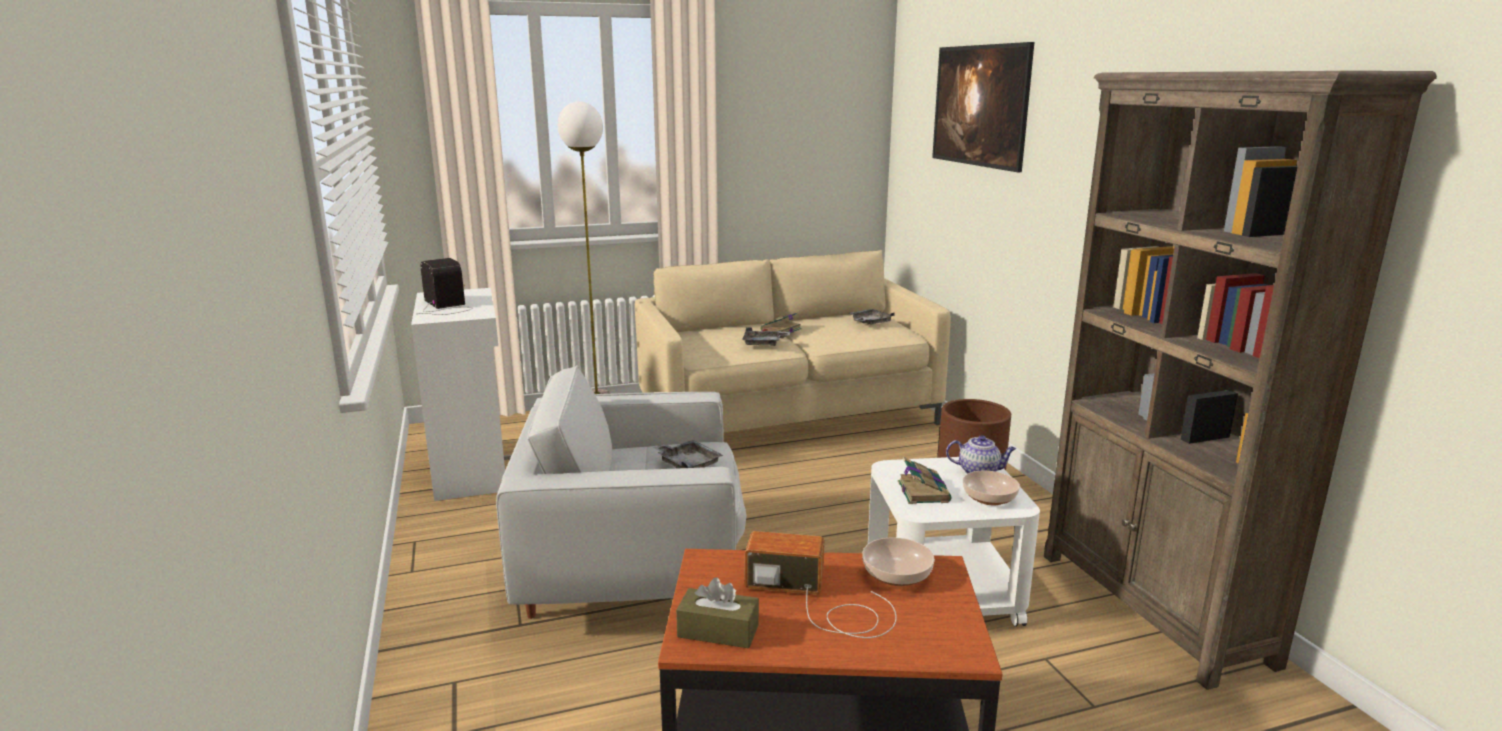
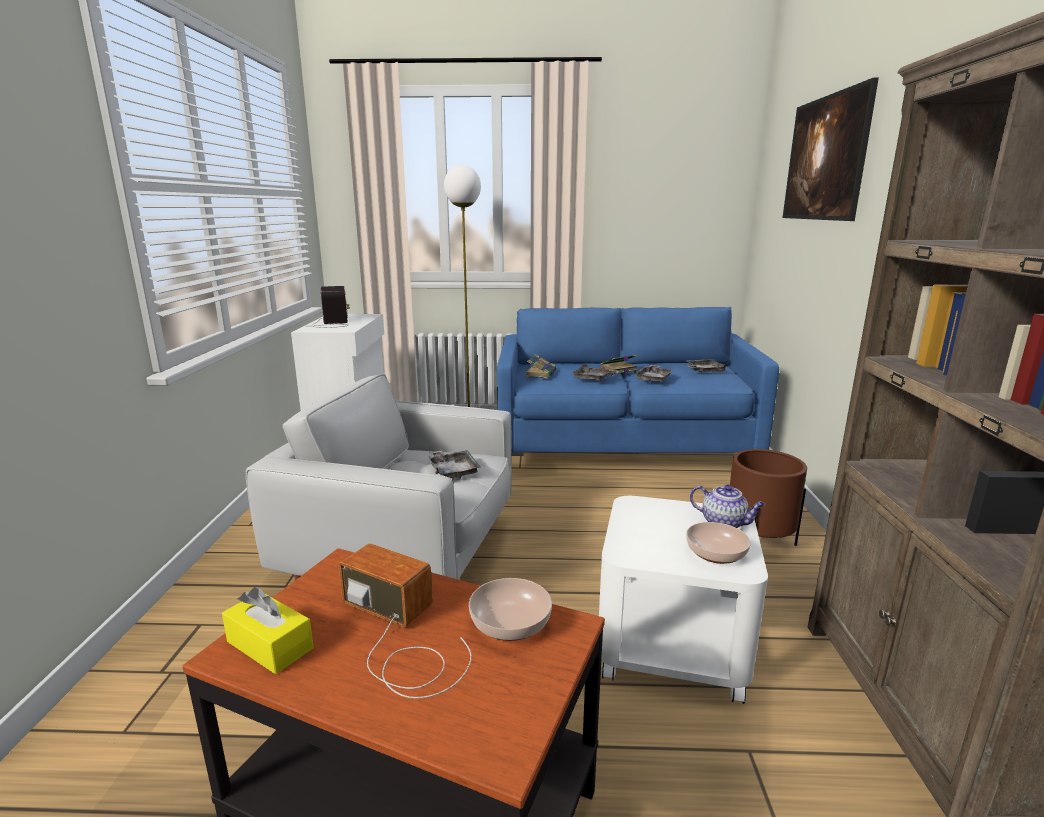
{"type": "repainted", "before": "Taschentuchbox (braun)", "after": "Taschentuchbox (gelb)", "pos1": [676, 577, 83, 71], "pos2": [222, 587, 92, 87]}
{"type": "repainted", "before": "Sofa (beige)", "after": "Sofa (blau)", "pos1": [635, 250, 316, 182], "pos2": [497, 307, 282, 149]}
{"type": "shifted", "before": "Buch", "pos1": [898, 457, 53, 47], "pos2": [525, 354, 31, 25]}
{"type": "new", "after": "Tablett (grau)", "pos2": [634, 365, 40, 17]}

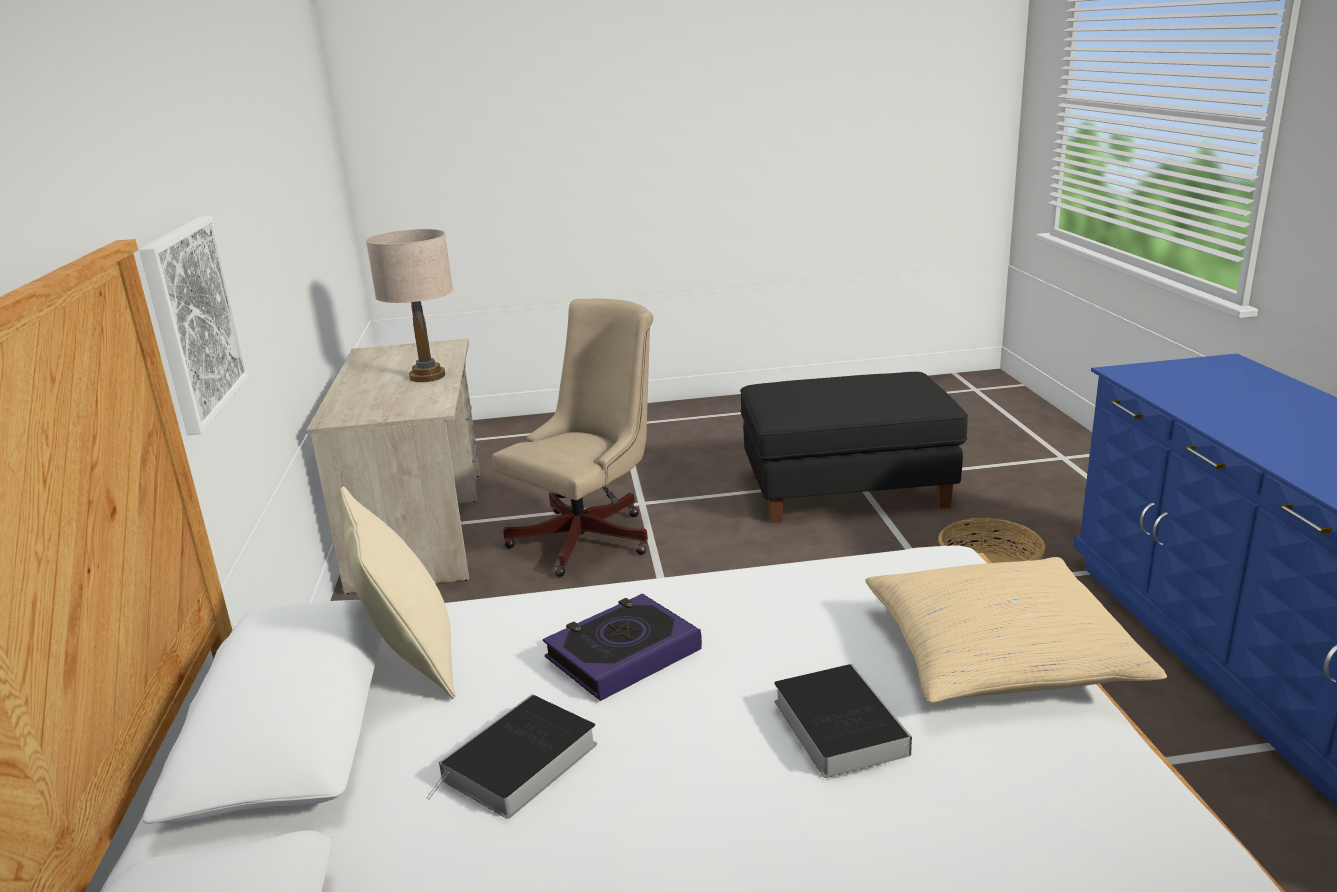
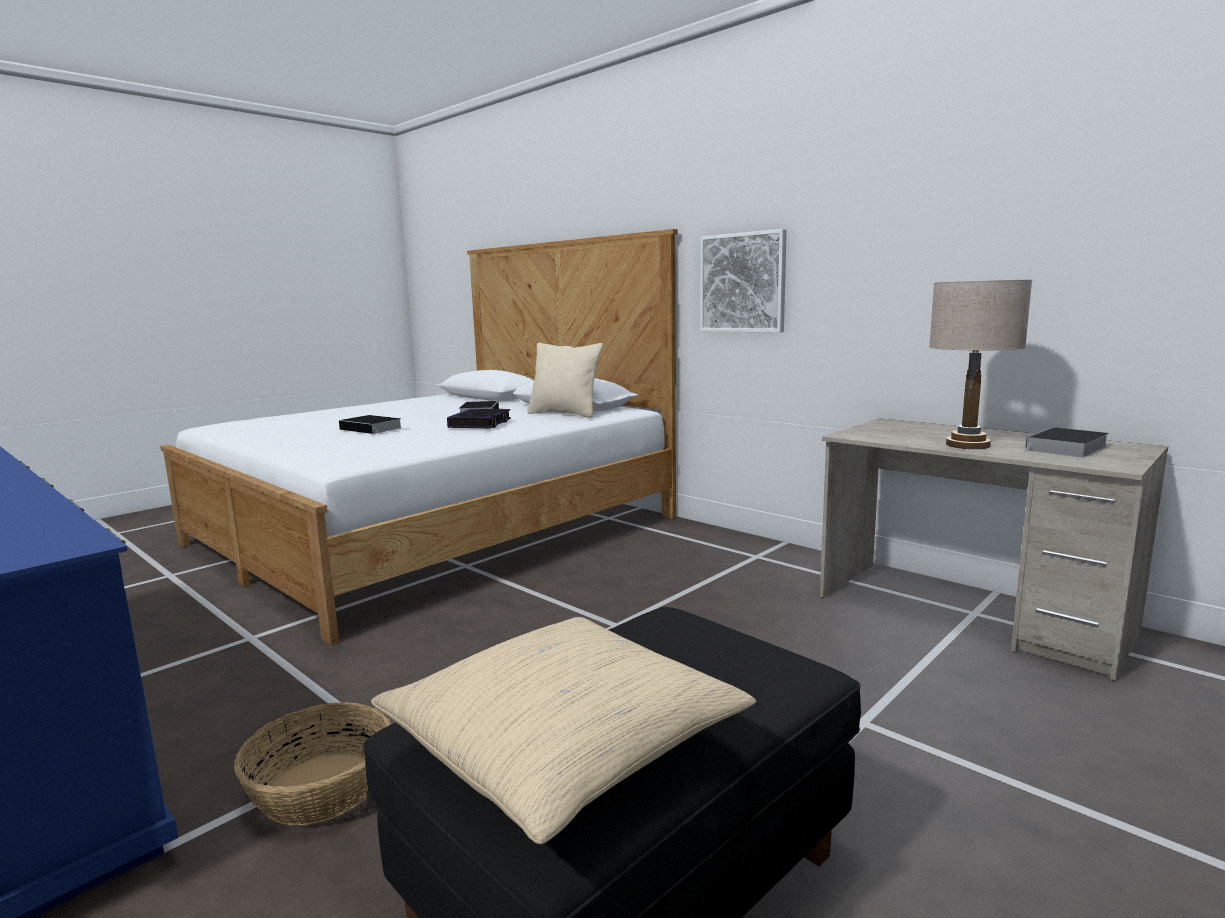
{"type": "shifted", "before": "Kissen (beige)", "pos1": [865, 557, 302, 146], "pos2": [371, 617, 386, 227]}
{"type": "new", "after": "Buch", "pos2": [1024, 427, 85, 31]}
{"type": "gone", "before": "Bürostuhl (beige)", "pos1": [492, 299, 161, 278]}

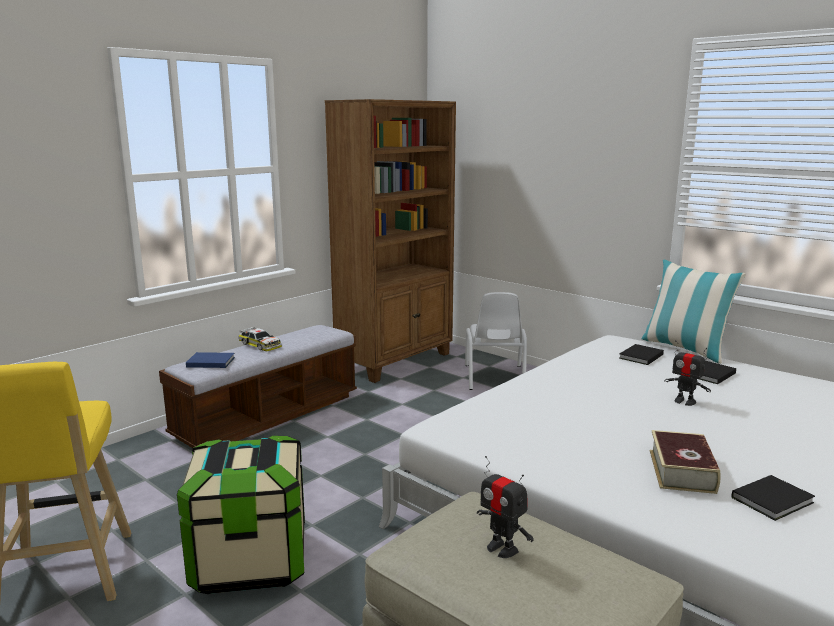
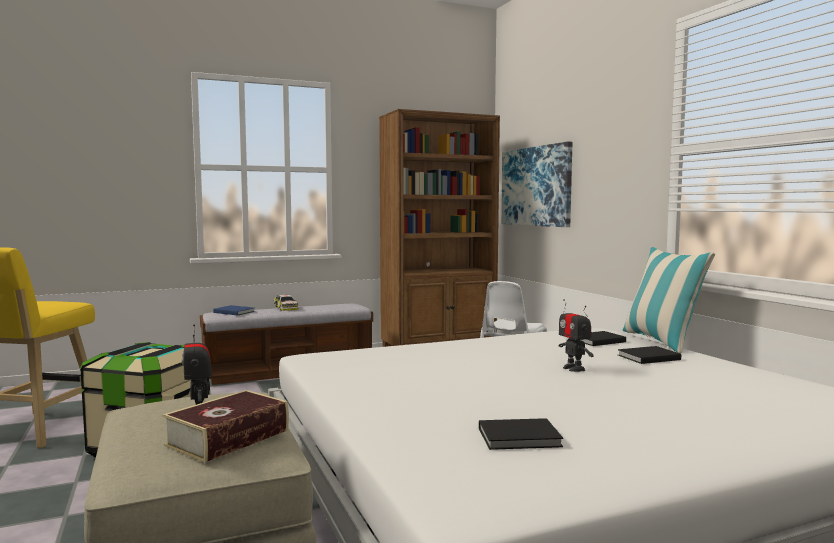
{"type": "shifted", "before": "Buch", "pos1": [650, 430, 71, 64], "pos2": [163, 390, 126, 73]}
{"type": "new", "after": "Bild", "pos2": [501, 142, 71, 85]}

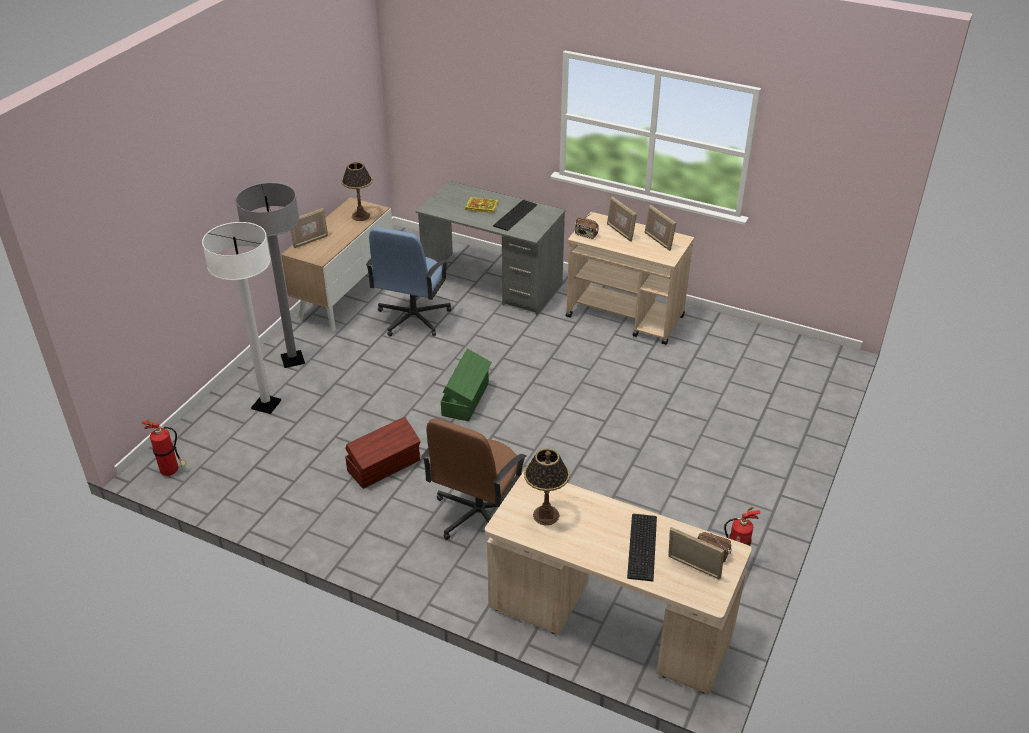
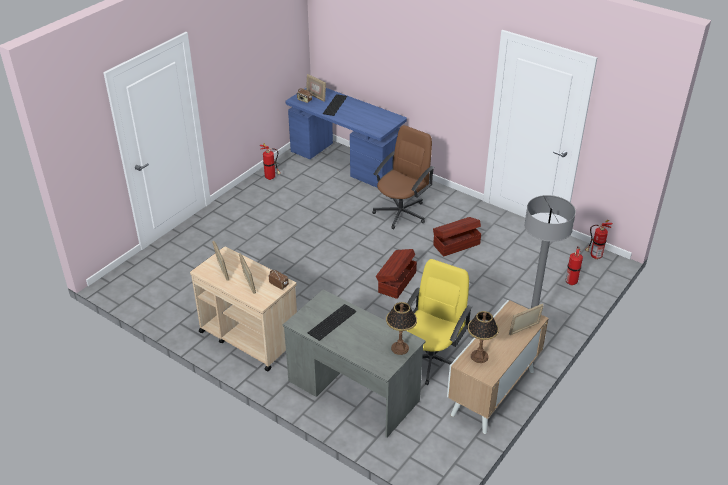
{"type": "repainted", "before": "Schreibtisch (beige)", "after": "Schreibtisch (blau)", "pos1": [485, 471, 267, 224], "pos2": [286, 88, 121, 100]}
{"type": "repainted", "before": "Aufbewahrungsbox (grün)", "after": "Aufbewahrungsbox (braun)", "pos1": [441, 349, 51, 72], "pos2": [376, 249, 41, 50]}
{"type": "shifted", "before": "Tischlampe", "pos1": [524, 448, 46, 77], "pos2": [386, 302, 31, 53]}
{"type": "repainted", "before": "Bürostuhl (blau)", "after": "Bürostuhl (gelb)", "pos1": [366, 227, 85, 109], "pos2": [403, 259, 69, 126]}
{"type": "new", "after": "Feuerlöscher", "pos2": [566, 246, 17, 39]}
{"type": "gone", "before": "Stehlampe (weiß)", "pos1": [202, 222, 79, 192]}
{"type": "gone", "before": "Buch", "pos1": [465, 197, 33, 16]}

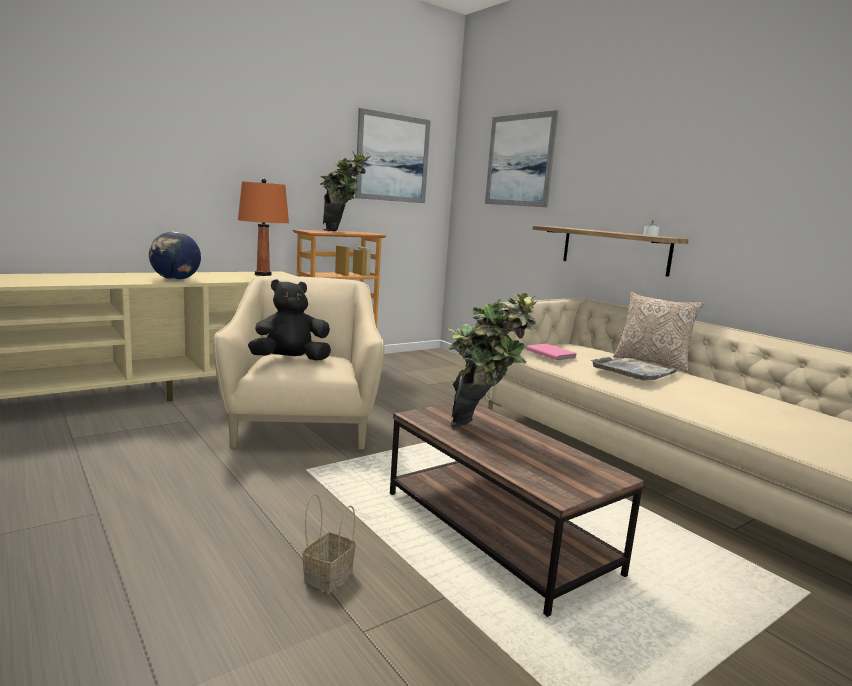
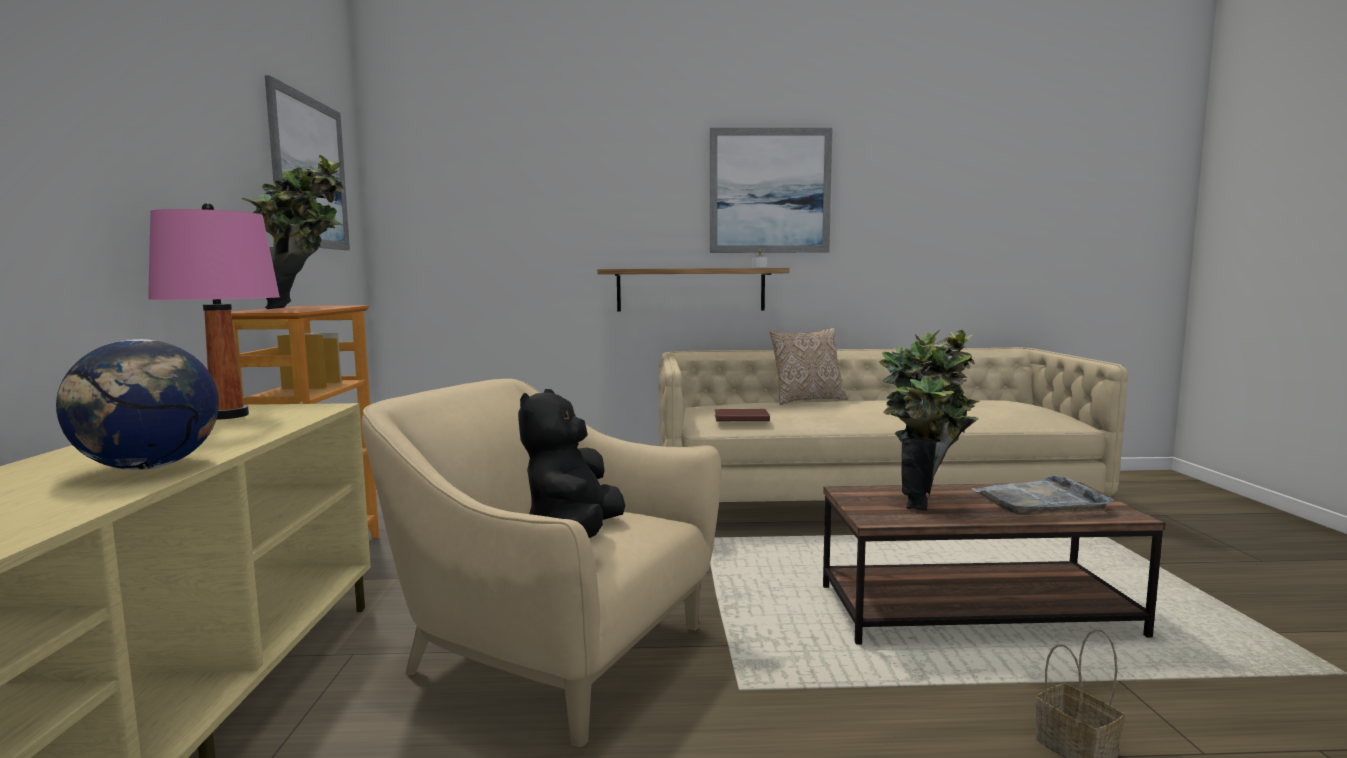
{"type": "repainted", "before": "Tischlampe (orange)", "after": "Tischlampe (rosa)", "pos1": [238, 179, 51, 97], "pos2": [148, 203, 132, 217]}
{"type": "shifted", "before": "Bild", "pos1": [485, 110, 73, 97], "pos2": [710, 128, 122, 125]}
{"type": "repainted", "before": "Buch (rosa)", "after": "Buch (braun)", "pos1": [527, 344, 50, 17], "pos2": [715, 409, 55, 12]}
{"type": "shifted", "before": "Tablett (grau)", "pos1": [591, 357, 88, 24], "pos2": [971, 475, 142, 40]}

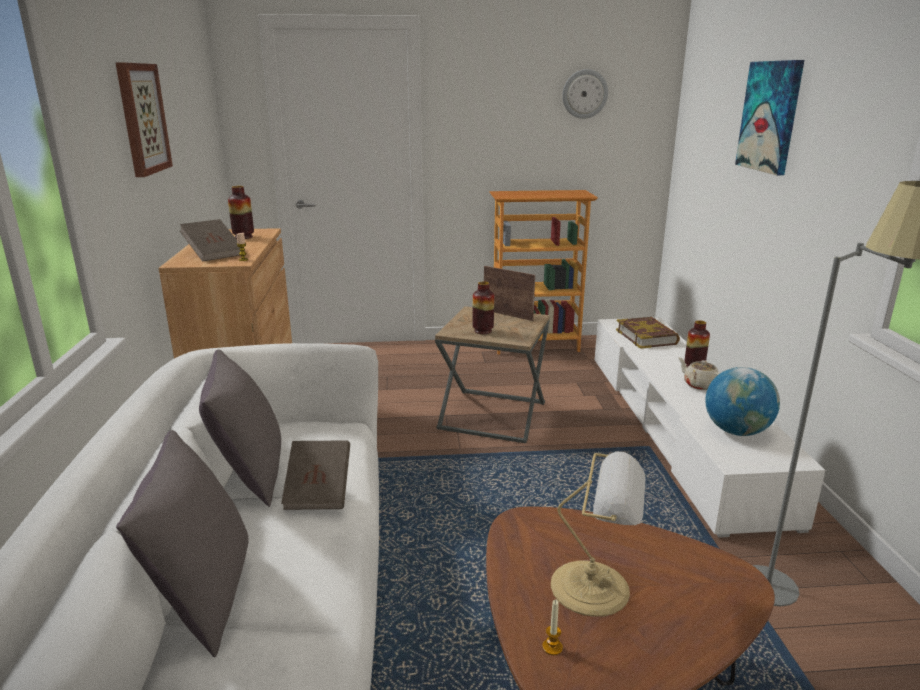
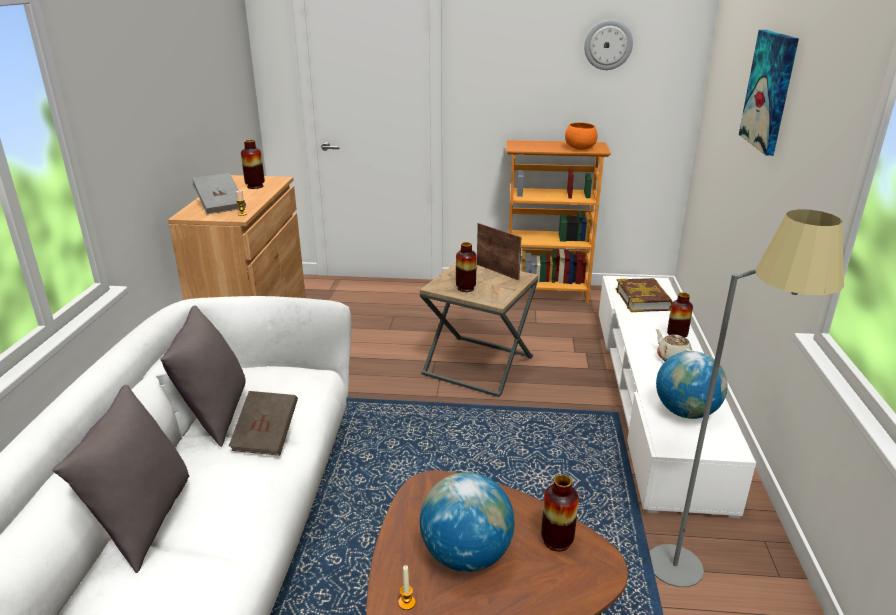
{"type": "repainted", "before": "Buch (braun)", "after": "Buch (grau)", "pos1": [180, 219, 65, 43], "pos2": [192, 173, 54, 41]}
{"type": "swapped", "before": "Tischlampe", "after": "Globus", "pos1": [551, 451, 95, 166], "pos2": [420, 472, 95, 100]}
{"type": "new", "after": "Vase", "pos2": [541, 475, 38, 76]}
{"type": "new", "after": "Schüssel (orange)", "pos2": [565, 122, 33, 28]}
{"type": "gone", "before": "Bild", "pos1": [115, 62, 58, 115]}

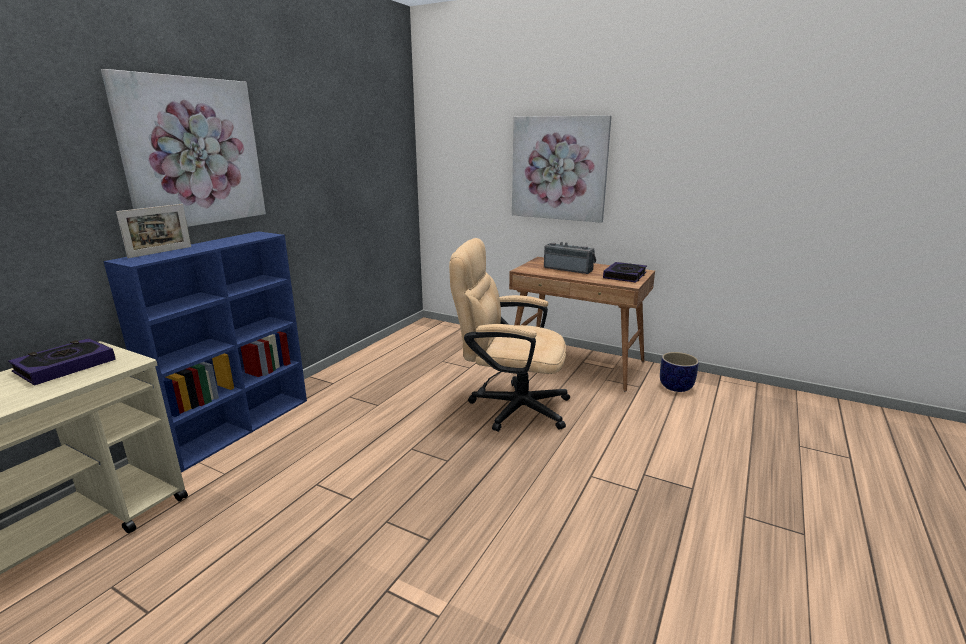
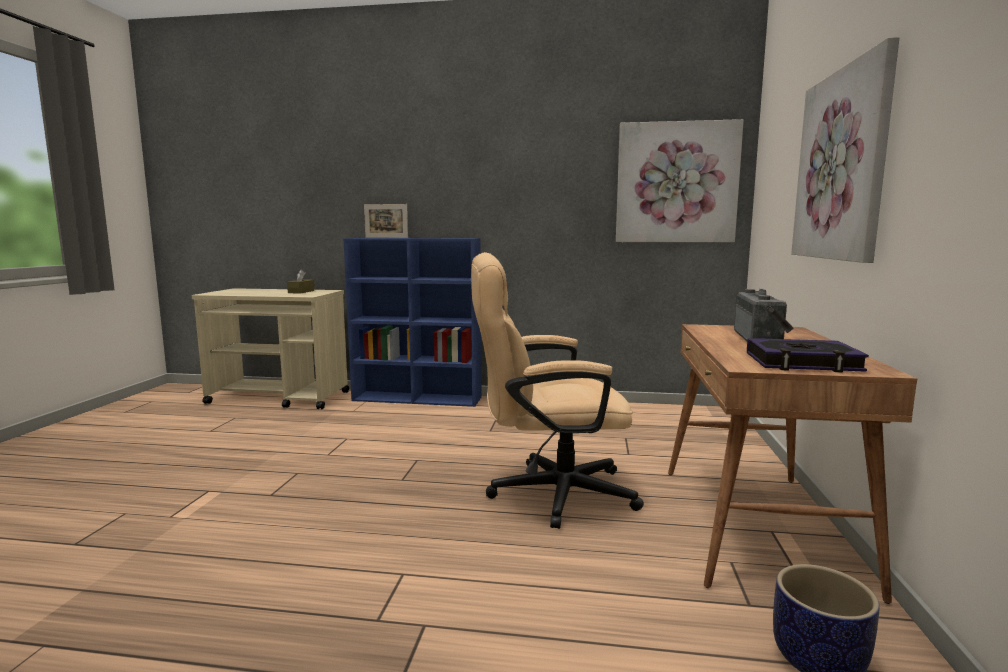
{"type": "swapped", "before": "Buch", "after": "Taschentuchbox (braun)", "pos1": [8, 338, 108, 47], "pos2": [287, 270, 27, 24]}
{"type": "rotated", "before": "Bürostuhl (beige)", "pos1": [449, 238, 121, 194], "pos2": [471, 252, 173, 277], "turn": -90}
{"type": "shifted", "before": "Bild", "pos1": [101, 69, 165, 158], "pos2": [616, 119, 128, 123]}

